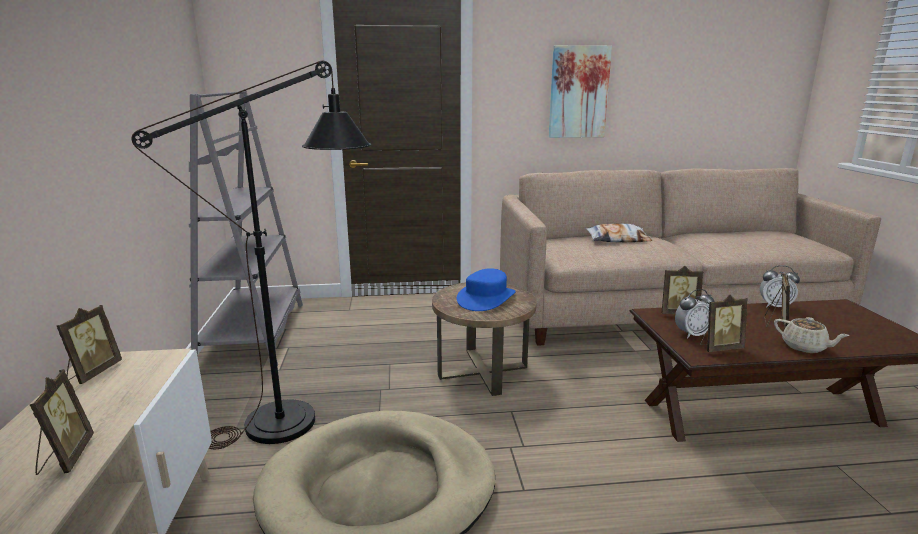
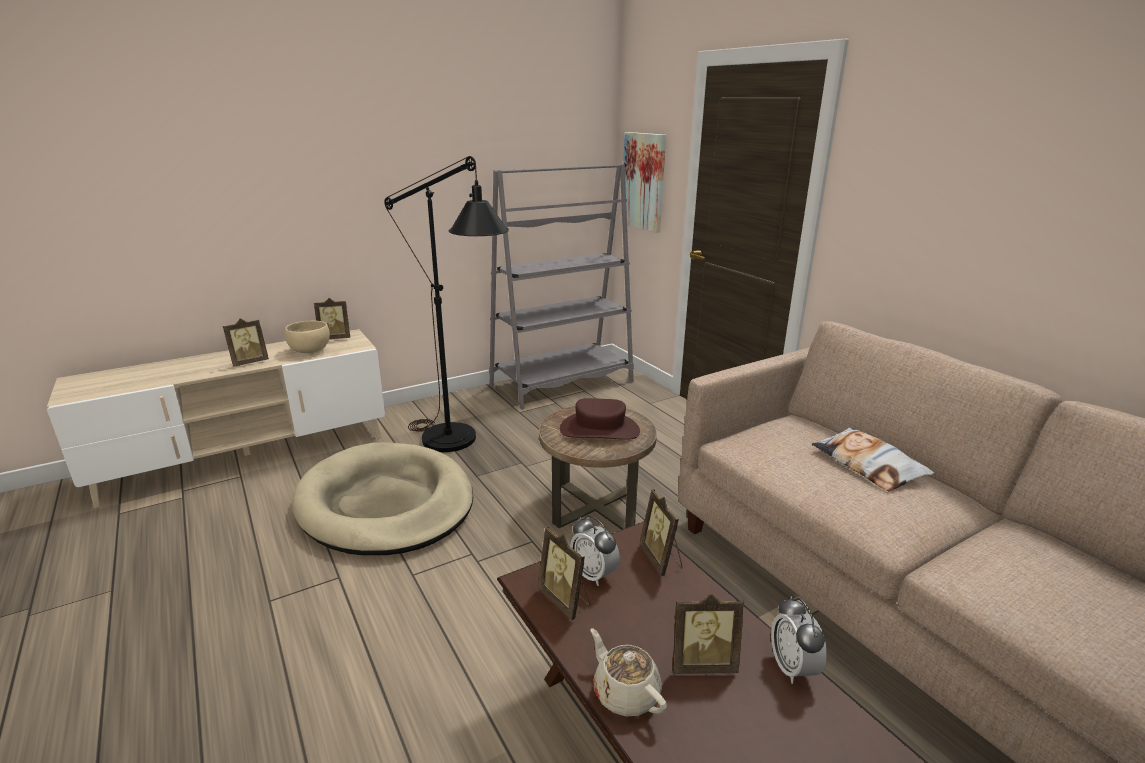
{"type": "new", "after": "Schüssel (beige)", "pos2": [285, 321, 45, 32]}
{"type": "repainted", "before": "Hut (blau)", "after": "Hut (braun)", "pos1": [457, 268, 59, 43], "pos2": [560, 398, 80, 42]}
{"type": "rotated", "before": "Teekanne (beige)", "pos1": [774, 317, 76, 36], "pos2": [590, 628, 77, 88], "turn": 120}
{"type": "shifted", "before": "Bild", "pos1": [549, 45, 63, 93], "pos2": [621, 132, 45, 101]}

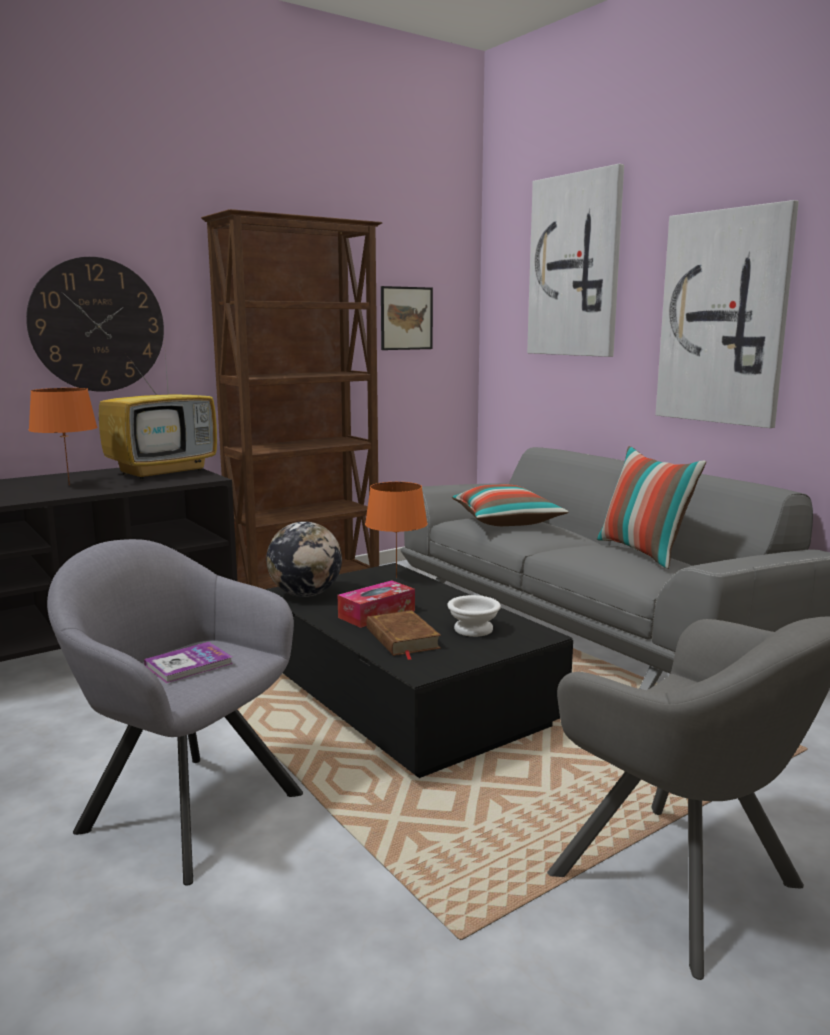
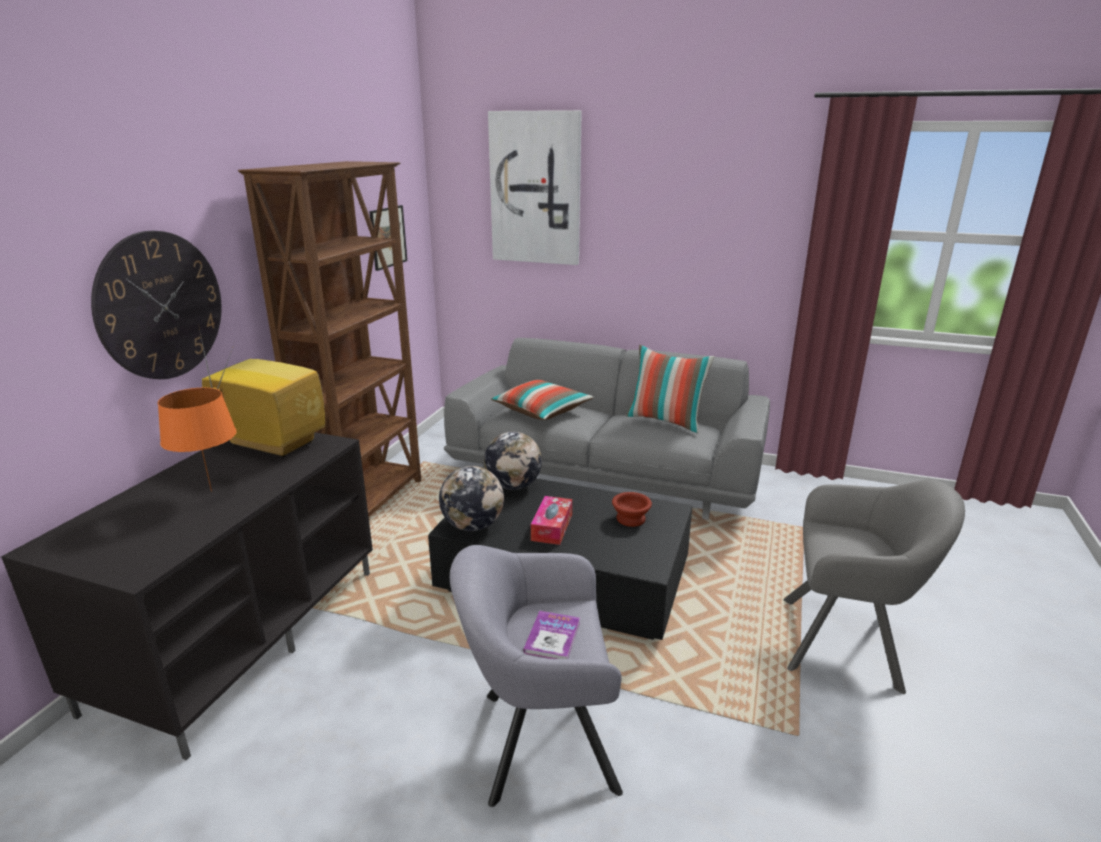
{"type": "rotated", "before": "Fernseher", "pos1": [99, 341, 118, 138], "pos2": [199, 329, 126, 129], "turn": -75}
{"type": "swapped", "before": "Tischlampe (orange)", "after": "Globus", "pos1": [365, 482, 63, 96], "pos2": [484, 432, 58, 58]}
{"type": "repainted", "before": "Schüssel (weiß)", "after": "Schüssel (braun)", "pos1": [447, 595, 54, 42], "pos2": [612, 492, 40, 35]}
{"type": "gone", "before": "Buch (braun)", "pos1": [366, 610, 75, 50]}
{"type": "gone", "before": "Bild", "pos1": [655, 200, 144, 228]}

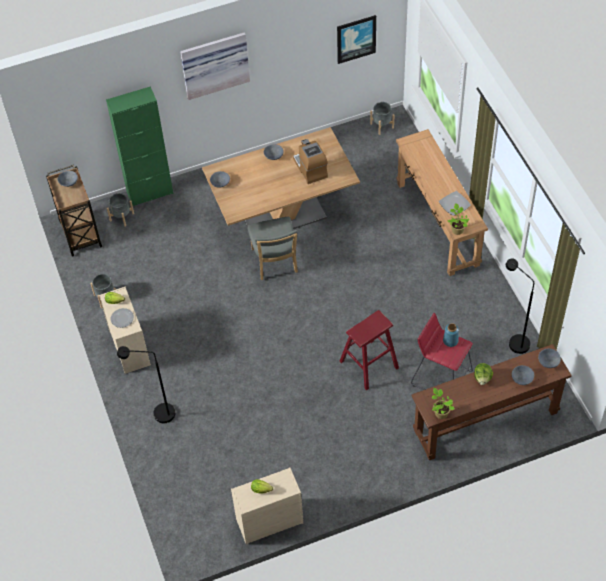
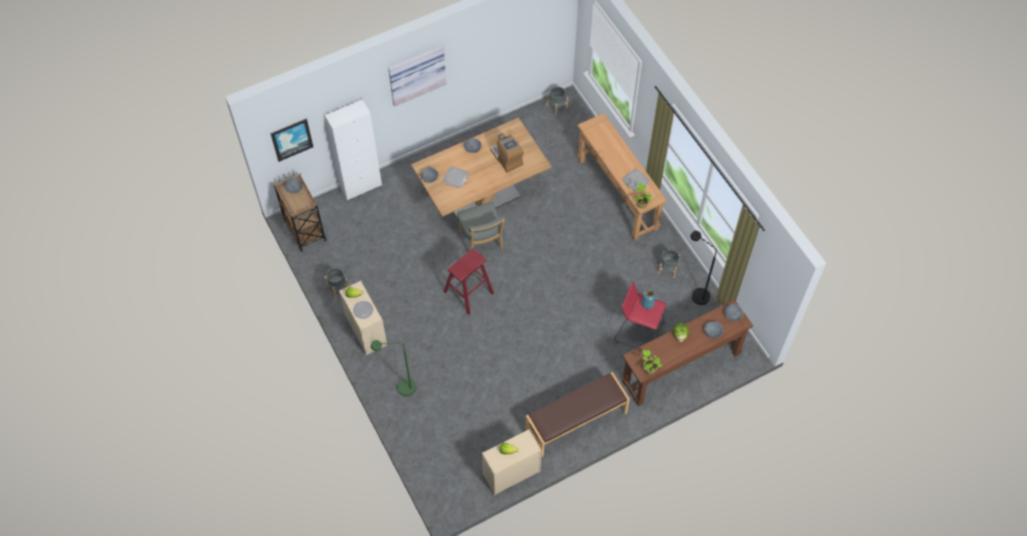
{"type": "shifted", "before": "Bild", "pos1": [337, 15, 39, 49], "pos2": [270, 119, 43, 43]}
{"type": "repainted", "before": "Schrank (grün)", "after": "Schrank (weiß)", "pos1": [106, 87, 67, 119], "pos2": [325, 100, 57, 100]}
{"type": "repainted", "before": "Stehlampe (schwarz)", "after": "Stehlampe (grün)", "pos1": [117, 346, 58, 77], "pos2": [371, 340, 45, 56]}
{"type": "new", "after": "Teller", "pos2": [443, 166, 26, 22]}
{"type": "shifted", "before": "Hocker (rot)", "pos1": [340, 310, 59, 80], "pos2": [444, 248, 50, 67]}
{"type": "new", "after": "Bank (braun)", "pos2": [526, 372, 104, 85]}
{"type": "shifted", "before": "Pflanzkübel (grau)", "pos1": [107, 193, 27, 34], "pos2": [658, 249, 22, 29]}

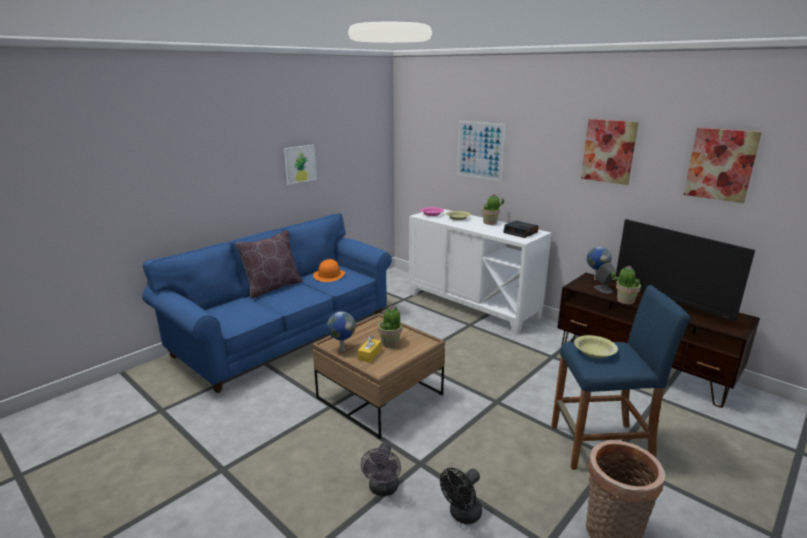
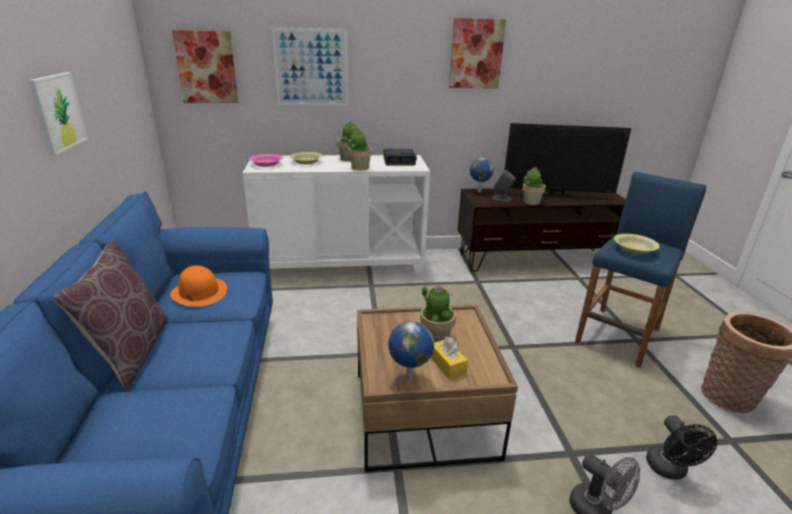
{"type": "shifted", "before": "Bild", "pos1": [684, 128, 78, 75], "pos2": [172, 30, 66, 73]}
{"type": "new", "after": "Topfpflanze", "pos2": [348, 129, 24, 41]}

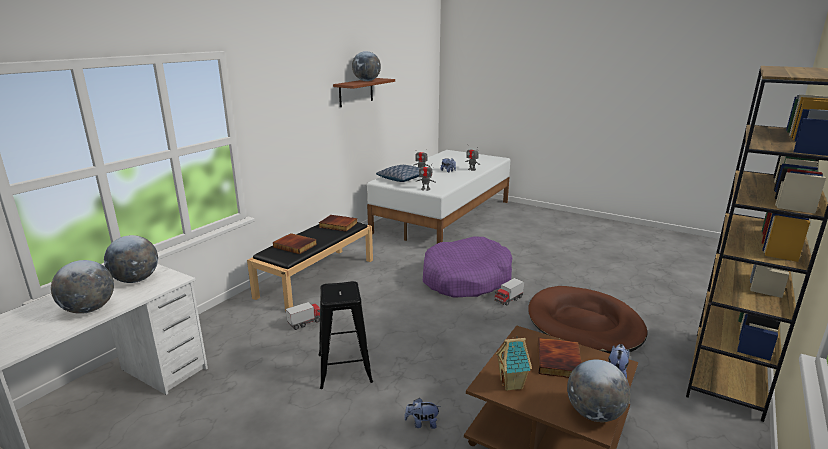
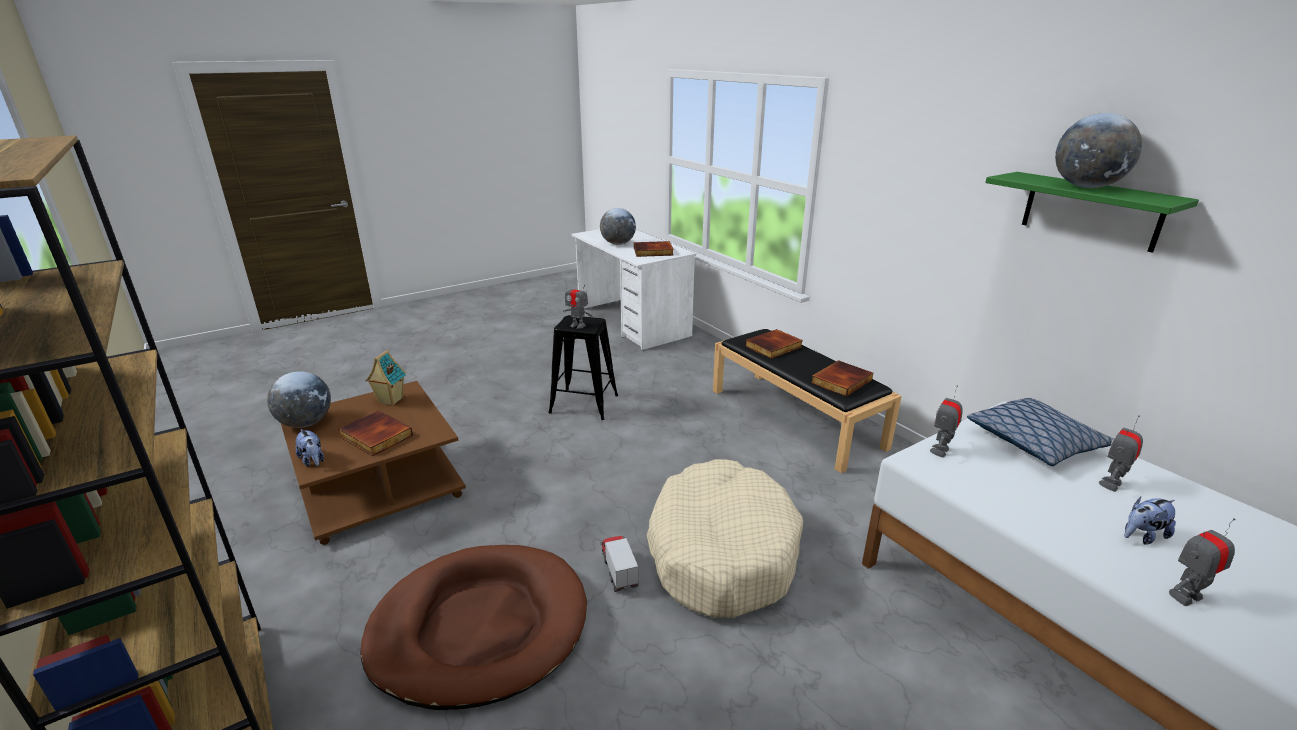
{"type": "new", "after": "Spielzeugroboter", "pos2": [563, 280, 30, 49]}
{"type": "swapped", "before": "Globus", "after": "Buch", "pos1": [104, 235, 54, 48], "pos2": [634, 241, 40, 16]}
{"type": "repainted", "before": "Hundebett (lila)", "after": "Hundebett (beige)", "pos1": [423, 237, 89, 61], "pos2": [647, 459, 156, 159]}
{"type": "repainted", "before": "Wandregal (braun)", "after": "Wandregal (grün)", "pos1": [333, 78, 62, 29], "pos2": [985, 172, 214, 81]}
{"type": "gone", "before": "Spielzeuglaster", "pos1": [286, 302, 34, 28]}
{"type": "gone", "before": "Plüschtier", "pos1": [404, 398, 37, 31]}

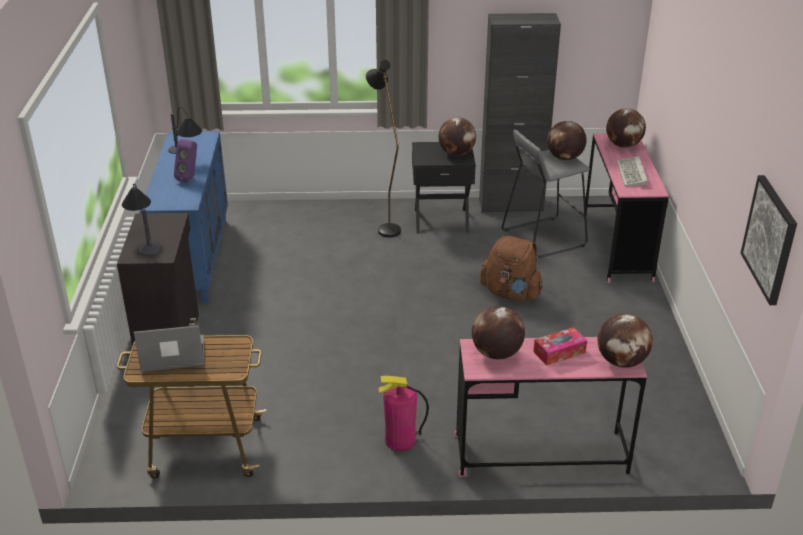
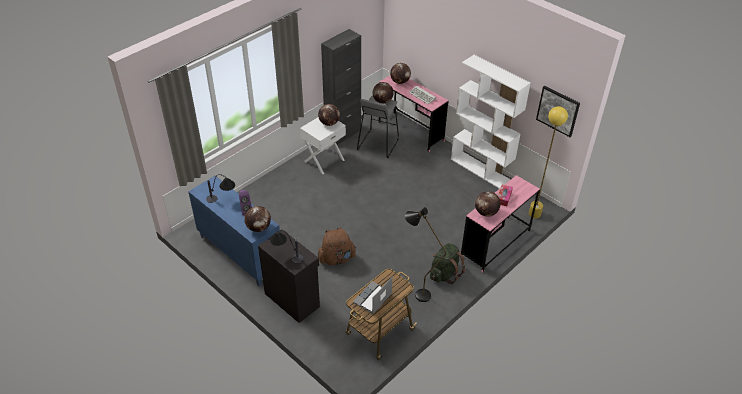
{"type": "shifted", "before": "Globus", "pos1": [597, 314, 56, 54], "pos2": [244, 206, 27, 26]}
{"type": "repainted", "before": "Nachttisch (schwarz)", "after": "Nachttisch (weiß)", "pos1": [412, 142, 64, 92], "pos2": [300, 117, 46, 57]}
{"type": "shifted", "before": "Rucksack (braun)", "pos1": [480, 236, 63, 65], "pos2": [318, 227, 38, 38]}
{"type": "shifted", "before": "Stehlampe (schwarz)", "pos1": [366, 60, 35, 177], "pos2": [405, 207, 41, 95]}
{"type": "swapped", "before": "Feuerlöscher", "after": "Rucksack (grün)", "pos1": [378, 376, 51, 75], "pos2": [430, 243, 35, 41]}
{"type": "new", "after": "Bücherregal (weiß)", "pos2": [451, 55, 80, 134]}
{"type": "new", "after": "Stehlampe (gelb)", "pos2": [529, 106, 39, 112]}

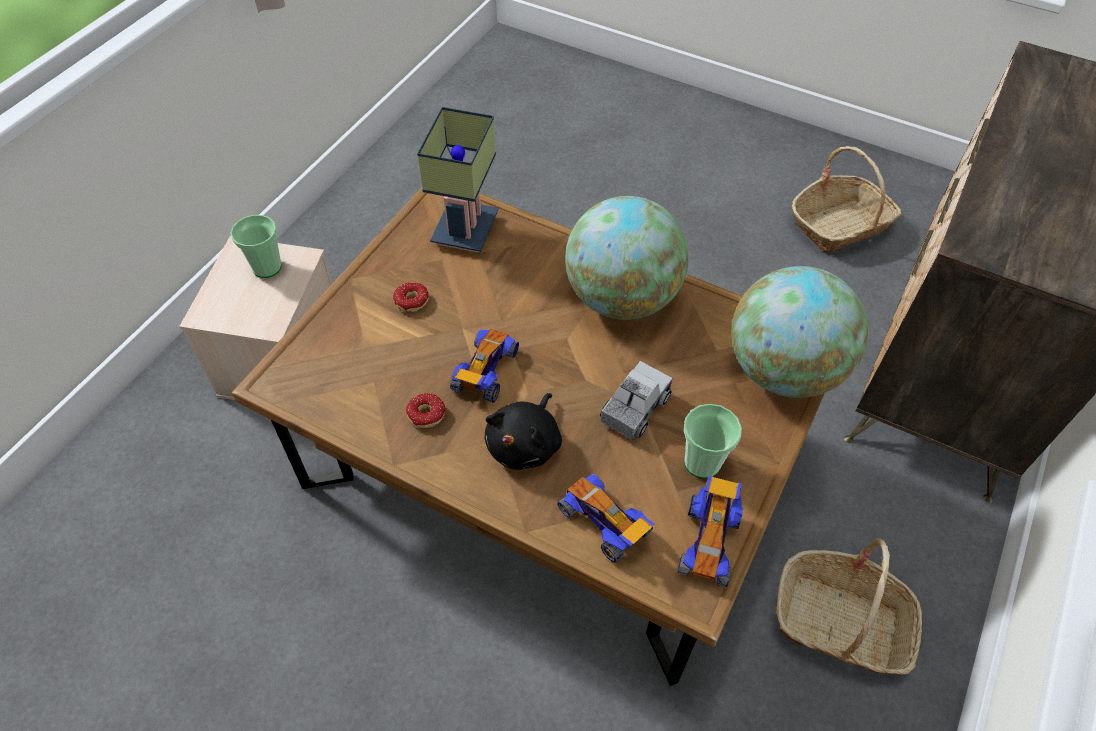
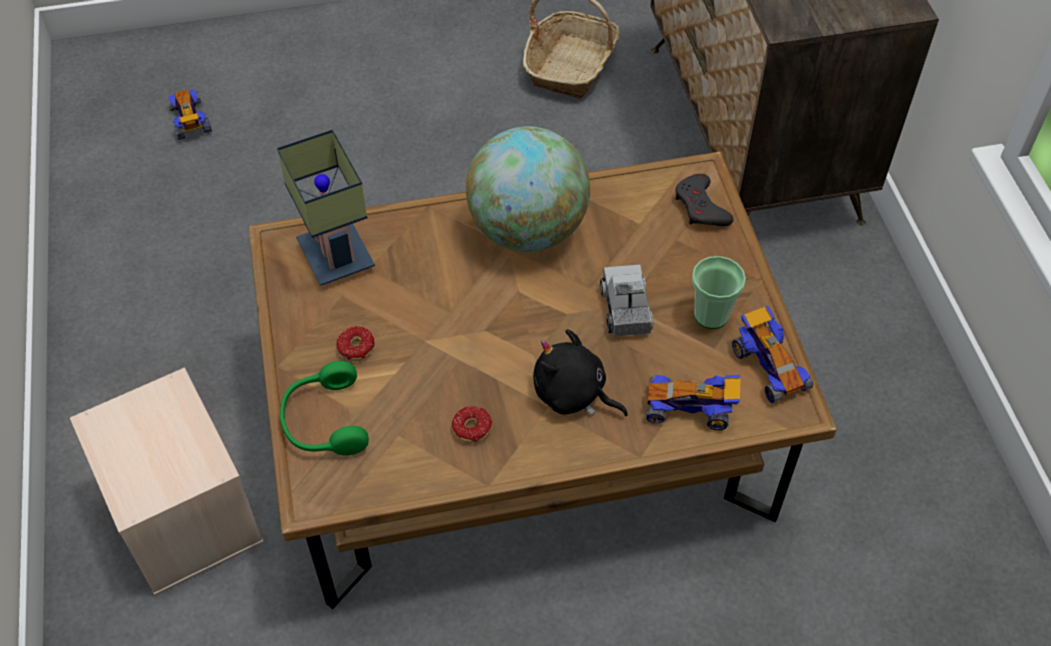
{"type": "shifted", "before": "Spielzeugauto", "pos1": [450, 329, 69, 74], "pos2": [167, 89, 45, 51]}
{"type": "new", "after": "Kopfhörer (grün)", "pos2": [280, 361, 89, 95]}
{"type": "rotated", "before": "Plüschtier (schwarz)", "pos1": [484, 393, 78, 77], "pos2": [533, 329, 95, 87], "turn": 135}
{"type": "swapped", "before": "Globus", "after": "Gamepad (grau)", "pos1": [731, 266, 137, 132], "pos2": [675, 174, 58, 52]}
{"type": "gone", "before": "Tasse", "pos1": [230, 215, 52, 63]}
{"type": "gone", "before": "Korb", "pos1": [777, 538, 145, 137]}

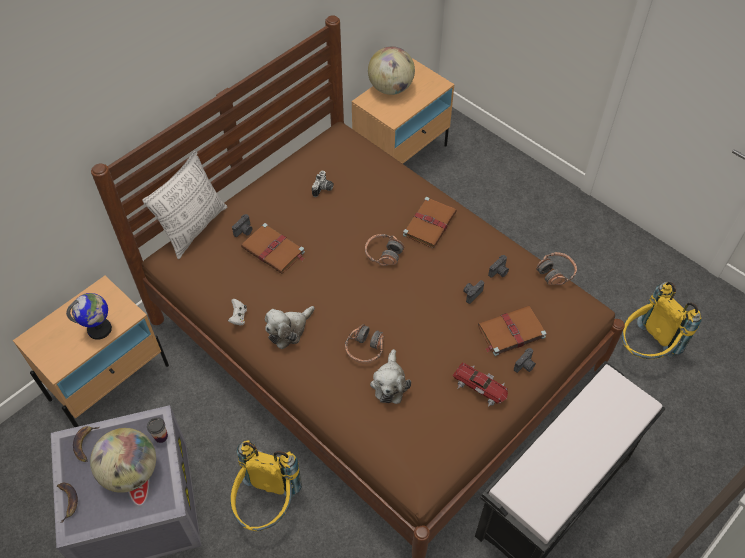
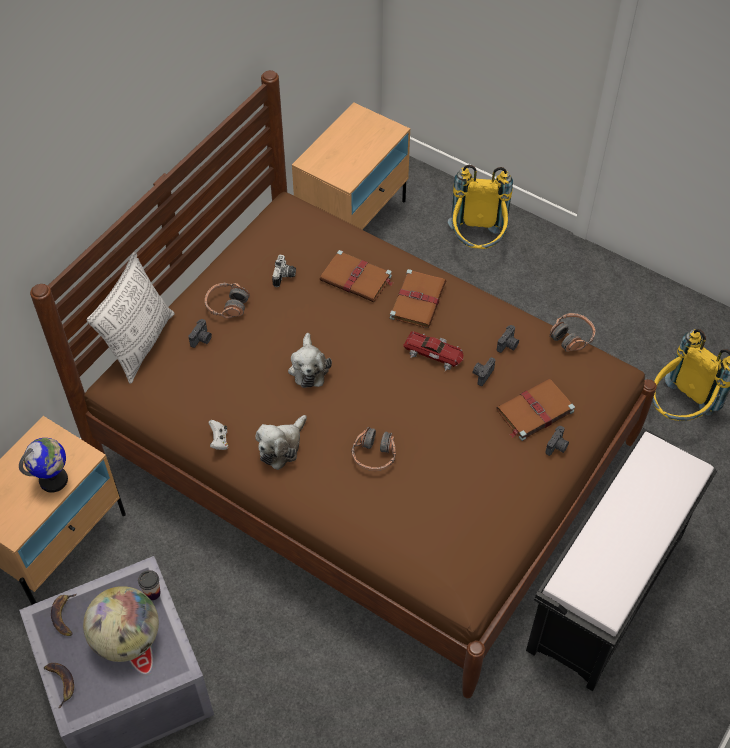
{"type": "shifted", "before": "Kopfhörer", "pos1": [365, 234, 39, 32], "pos2": [205, 283, 45, 35]}
{"type": "shifted", "before": "Plüschtier", "pos1": [370, 349, 41, 55], "pos2": [288, 333, 44, 55]}
{"type": "shifted", "before": "Buch (braun)", "pos1": [241, 223, 64, 51], "pos2": [320, 250, 73, 52]}
{"type": "shifted", "before": "Spielzeugauto", "pos1": [452, 362, 56, 45], "pos2": [403, 332, 60, 39]}
{"type": "shifted", "before": "Rucksack (gelb)", "pos1": [230, 440, 72, 91], "pos2": [448, 165, 65, 84]}
{"type": "gone", "before": "Globus", "pos1": [368, 46, 47, 49]}

